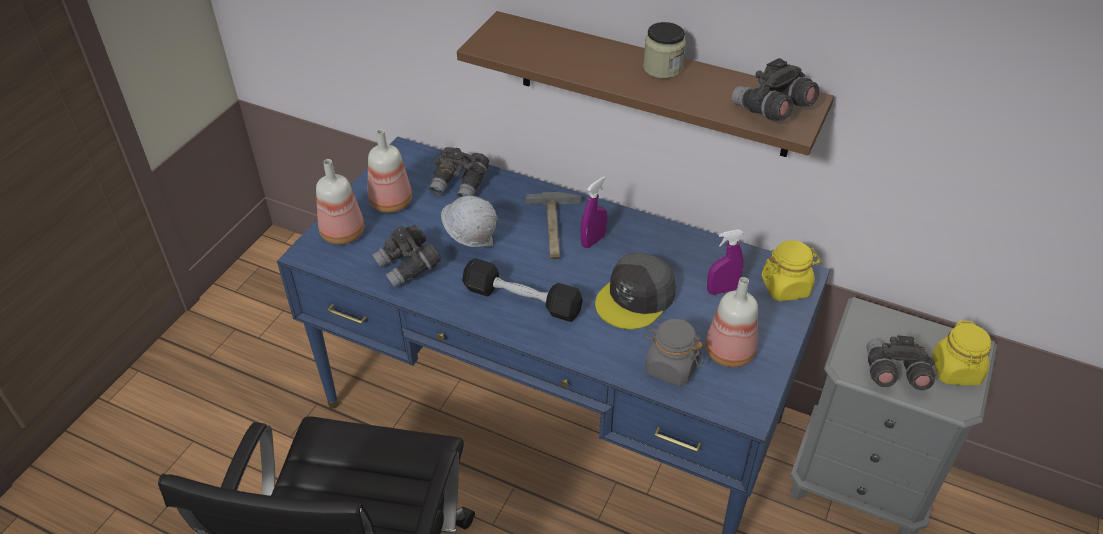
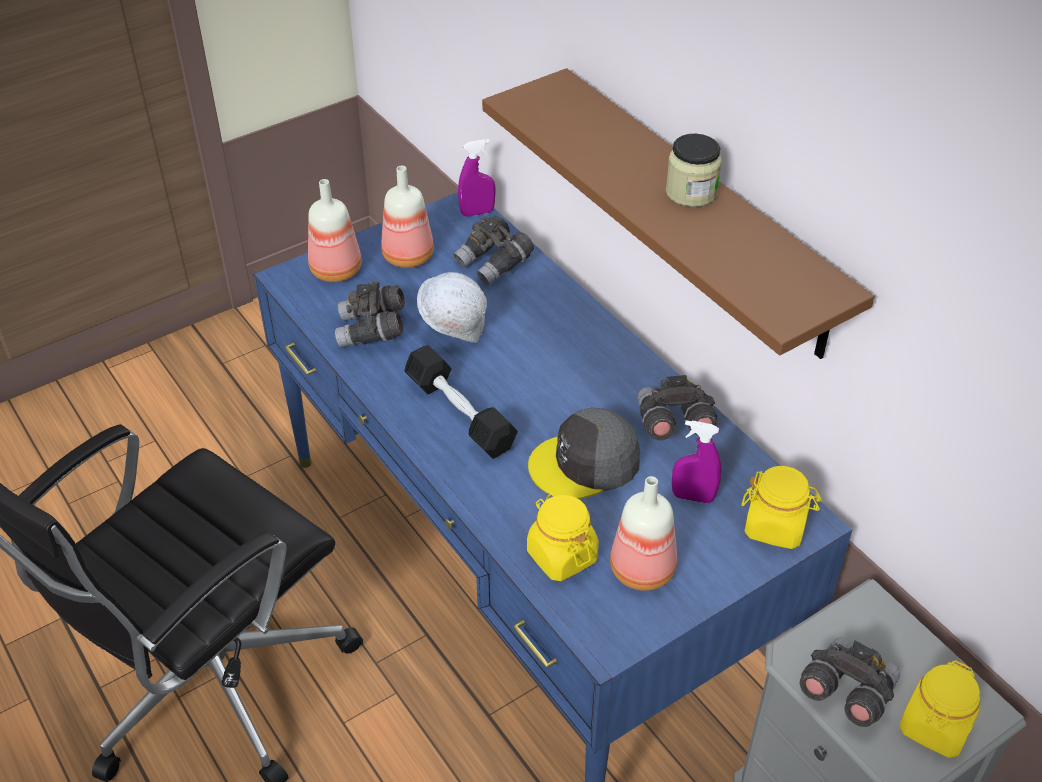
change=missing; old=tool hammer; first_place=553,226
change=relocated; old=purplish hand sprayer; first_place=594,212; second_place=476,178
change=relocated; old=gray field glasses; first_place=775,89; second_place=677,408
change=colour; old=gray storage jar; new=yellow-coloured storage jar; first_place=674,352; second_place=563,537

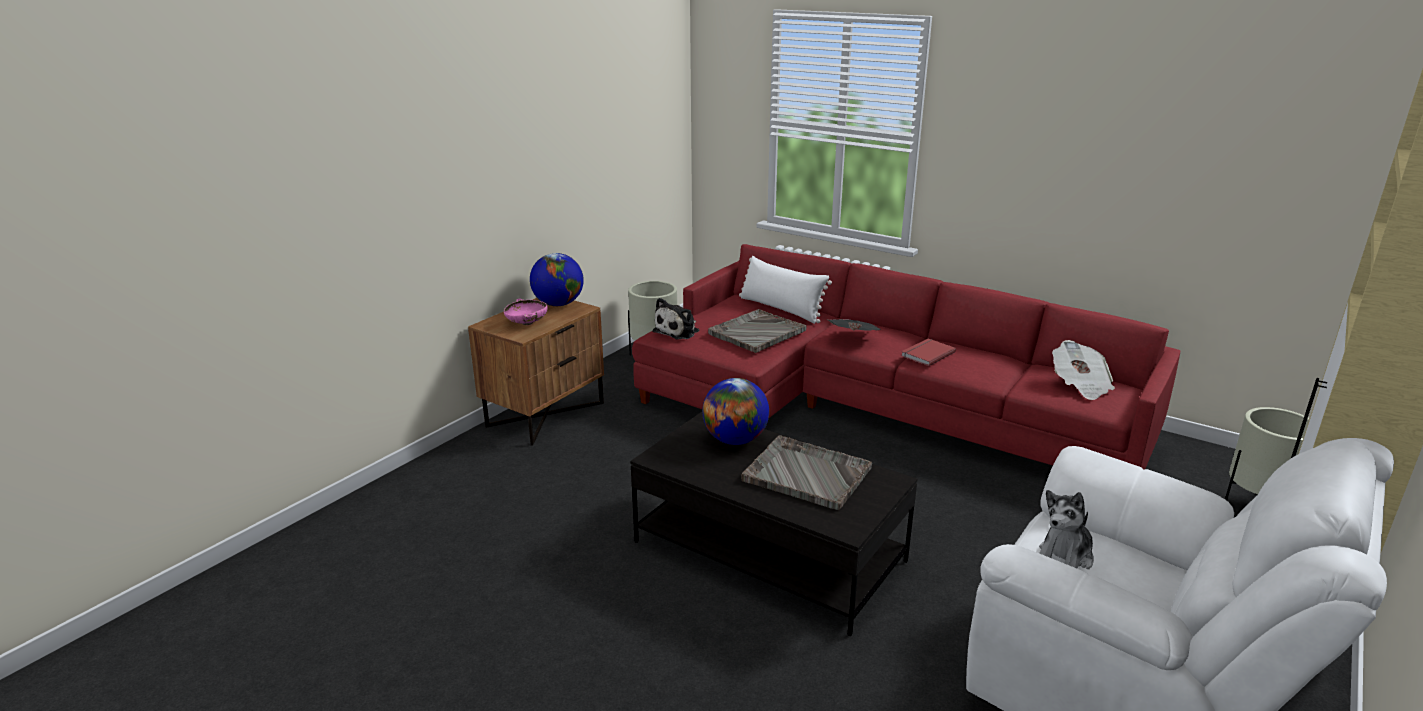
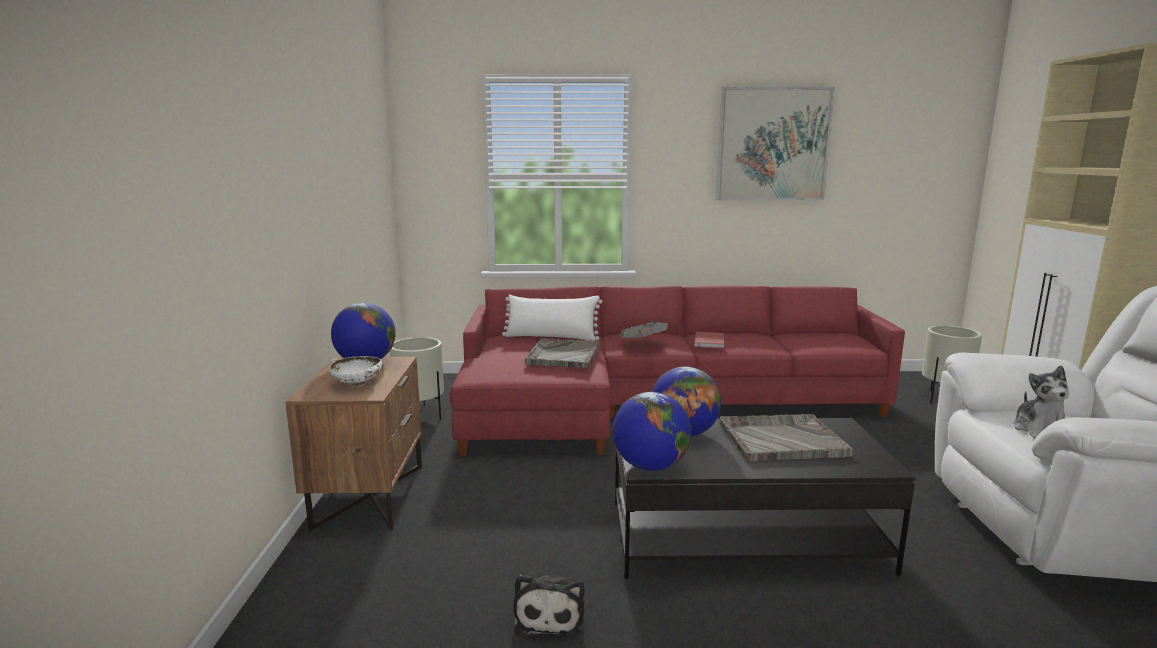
change=missing; old=newspaper; first_place=1083,370
change=appeared; new=world globe; second_place=652,431
change=appeared; new=wall picture; second_place=775,143
change=relocated; old=plush toy; first_place=676,319; second_place=549,605
change=colour; old=pink-coloured deep dish; new=whitish deep dish; first_place=526,311; second_place=356,371

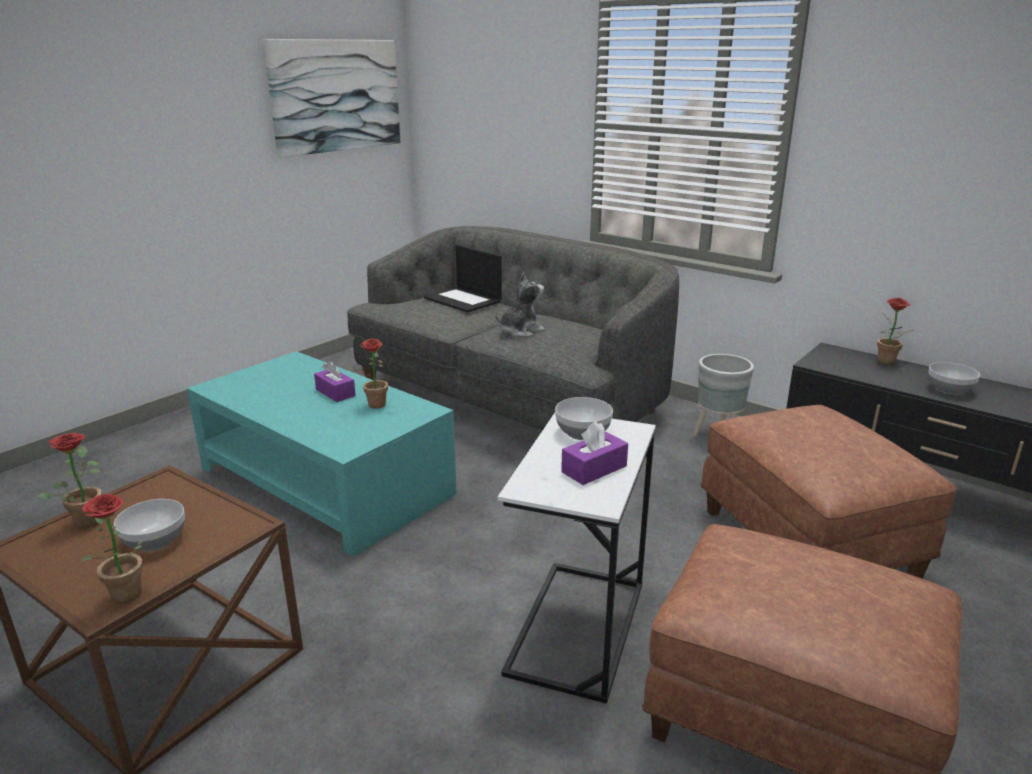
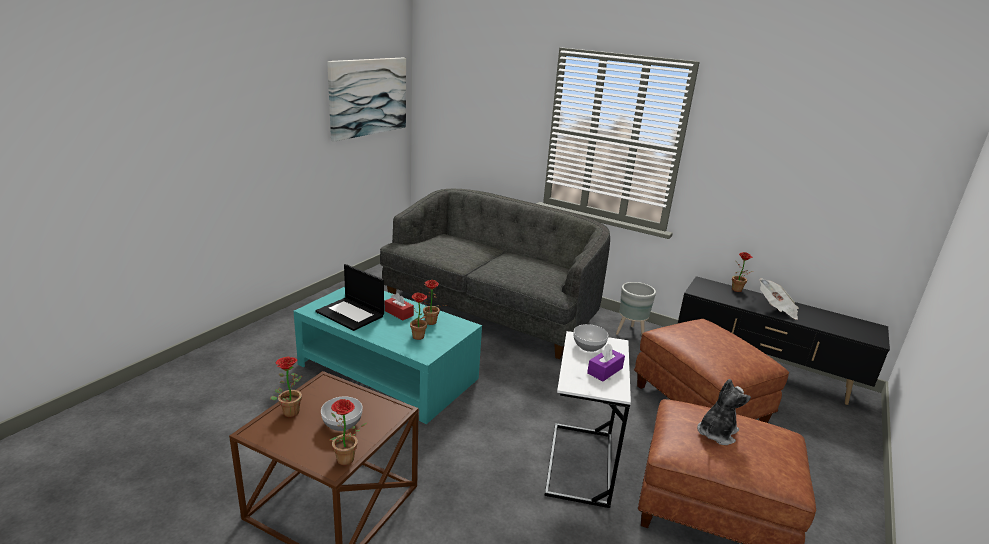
change=appeared; new=potted plant; second_place=419,316
change=relocated; old=laptop; first_place=463,279; second_place=349,297
change=relocated; old=plush toy; first_place=519,304; second_place=724,412
change=exchanged; old=deep dish; new=newspaper; first_place=954,378; second_place=779,299
change=colour; old=purplish box of tissues; new=red box of tissues; first_place=335,381; second_place=399,306

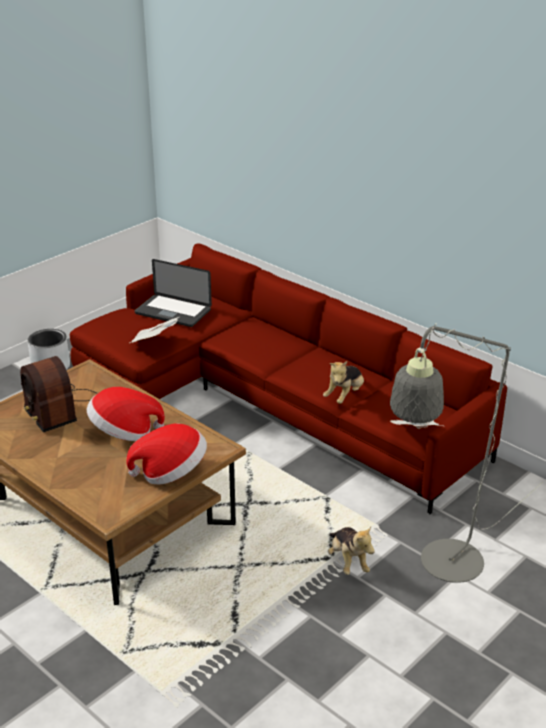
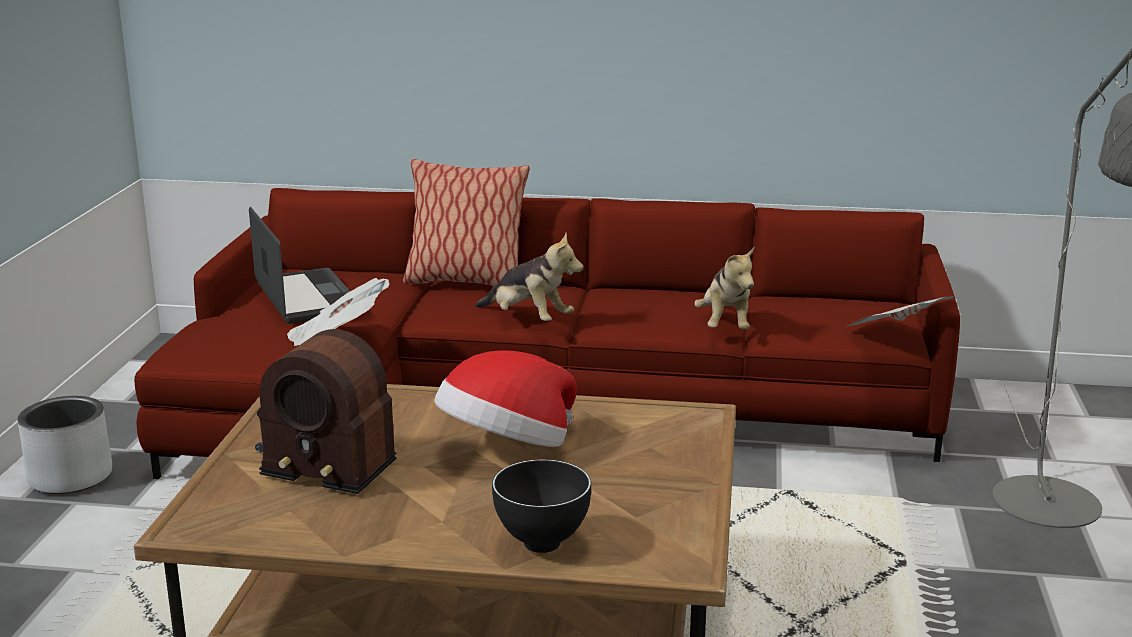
change=missing; old=clothing hat; first_place=166,453
change=appeared; new=throw pillow; second_place=466,223
change=appeared; new=black deep dish; second_place=541,506
change=relocated; old=plush toy; first_place=351,551; second_place=529,277
change=spun; old=laptop; first_place=173,293; second_place=299,265; degrees=-105

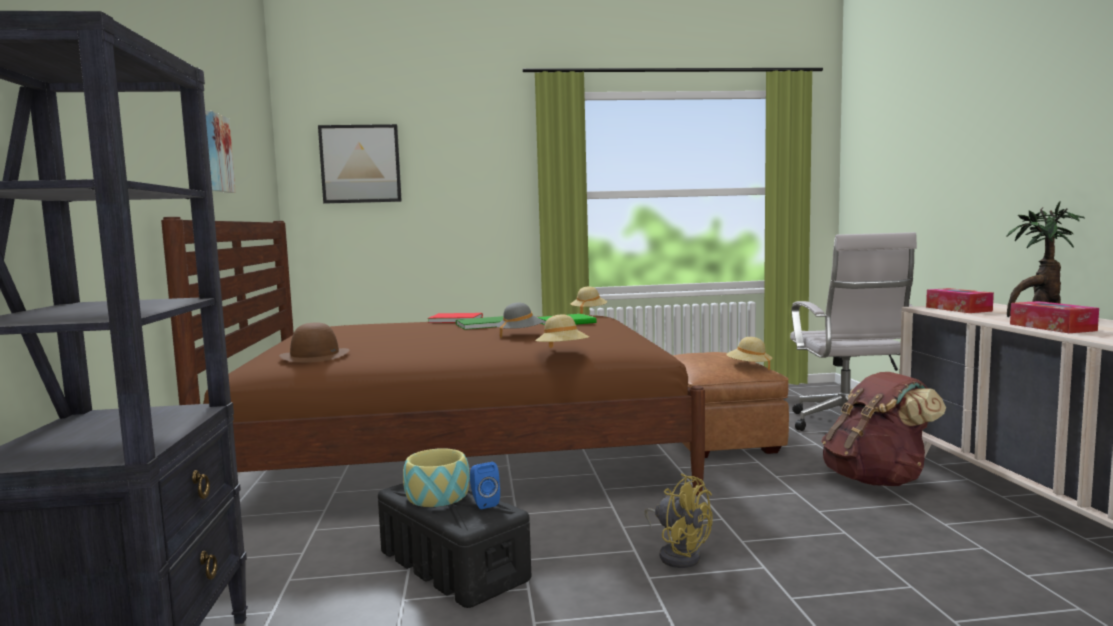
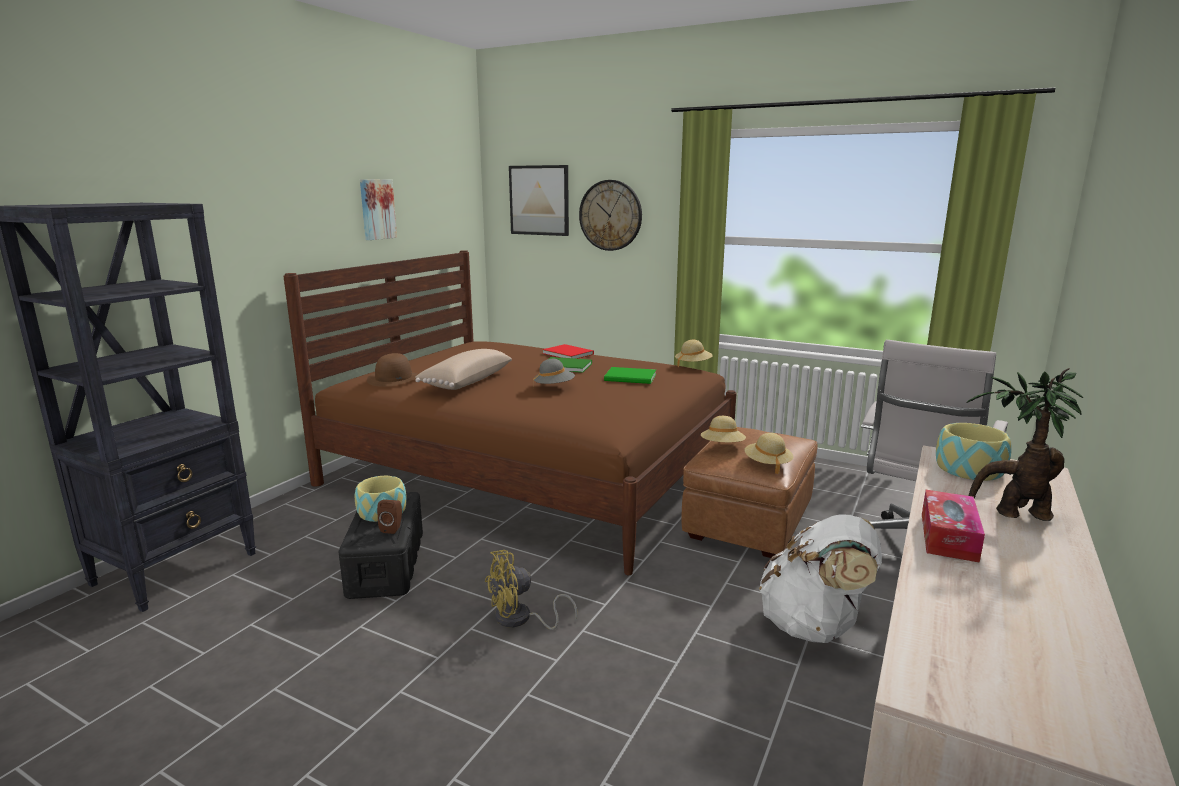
change=appeared; new=beige throw pillow; second_place=463,369
change=appeared; new=hanging clock; second_place=610,215
change=relocated; old=beige clothing hat; first_place=562,331; second_place=723,429
change=exchanged; old=box of tissues; new=deep dish; first_place=960,300; second_place=974,452
change=colour; old=blue audio speaker; new=brownish audio speaker; first_place=485,485; second_place=389,517
change=colour; old=brownish rucksack; new=whitish rucksack; first_place=883,429; second_place=820,579
change=spun; old=yellow-coloured fan; first_place=679,520; second_place=531,590; degrees=75

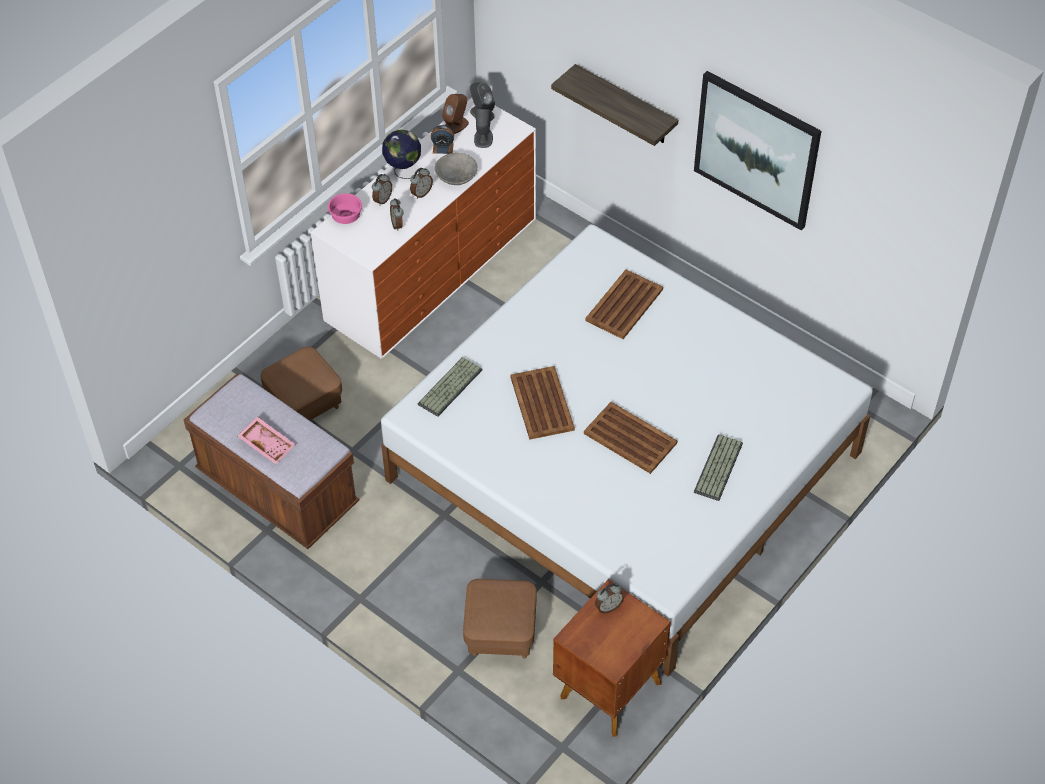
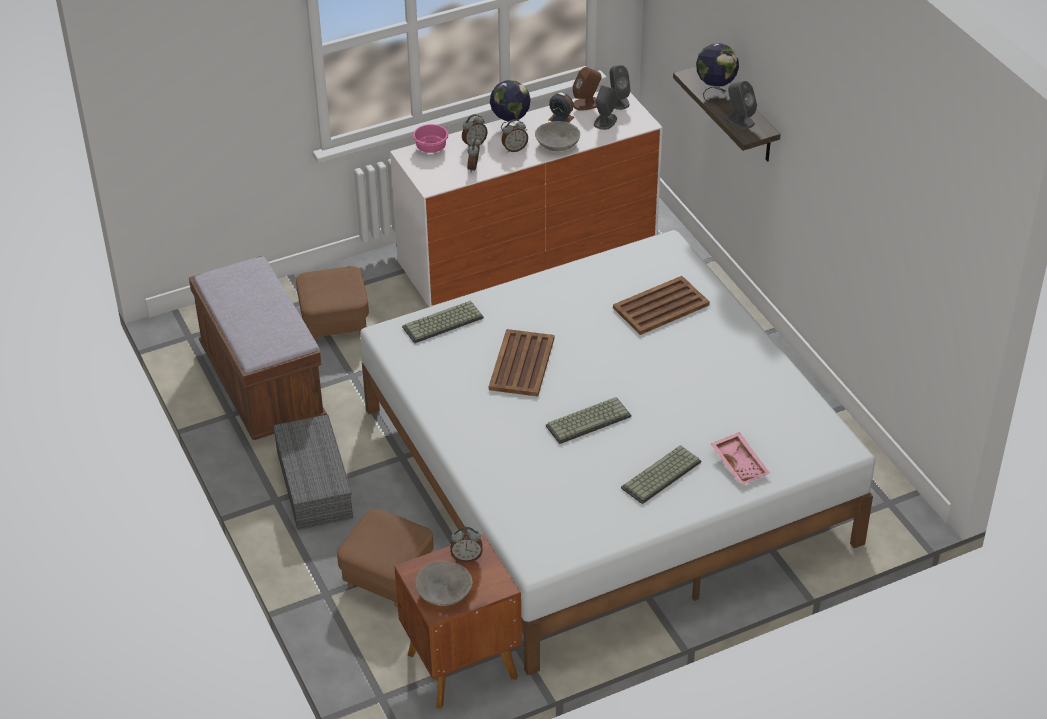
change=missing; old=wall picture; first_place=757,150
change=appeared; new=gray storage container; second_place=313,472
change=appeared; new=gray deep dish; second_place=444,583
change=appeared; new=world globe; second_place=717,73
change=appeared; new=gray audio speaker; second_place=741,105
change=relocated; old=pink-coloured tray; first_place=267,440; second_place=740,458
change=exchanged; old=brownish tray; new=computer keyboard; first_place=630,438; second_place=588,420

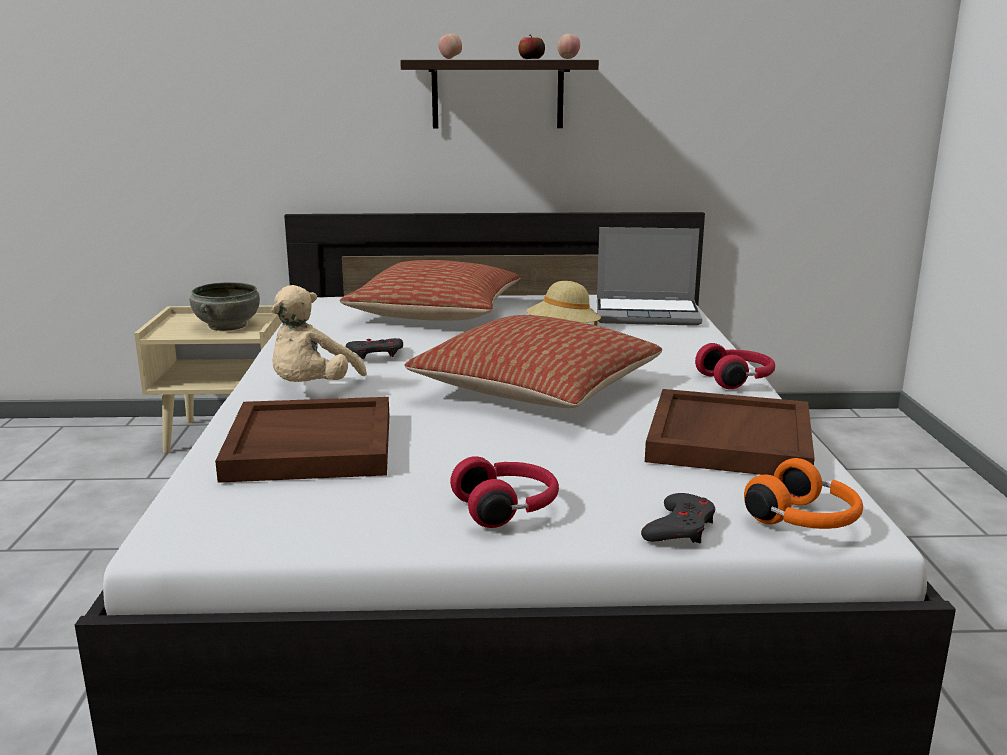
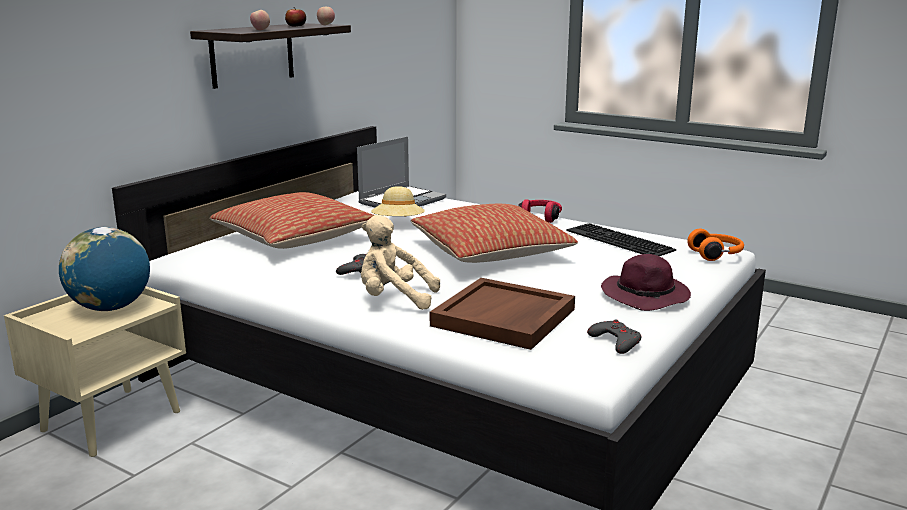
change=relocated; old=gray game controller; first_place=678,518; second_place=614,337
change=exchanged; old=gray deep dish; new=world globe; first_place=225,306; second_place=104,269
change=exchanged; old=red headset; new=purplish clothing hat; first_place=504,492; second_place=646,282
change=exchanged; old=brownish tray; new=computer keyboard; first_place=730,432; second_place=621,239
change=spun; old=beige plush toy; first_place=319,333; second_place=400,262; degrees=135

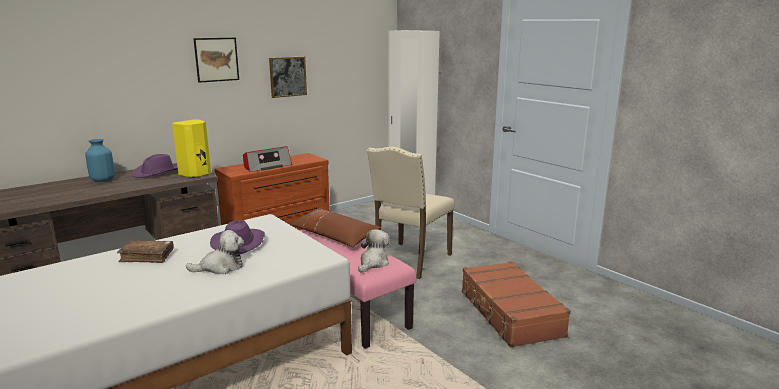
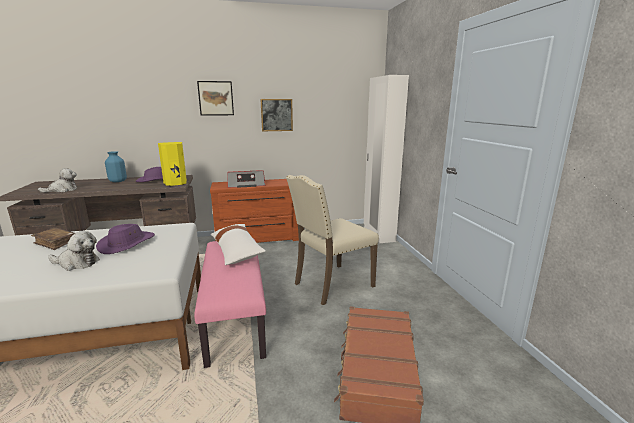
change=relocated; old=plush toy; first_place=374,251; second_place=57,180
change=colour; old=brownish throw pillow; new=whitish throw pillow; first_place=335,227; second_place=238,244

